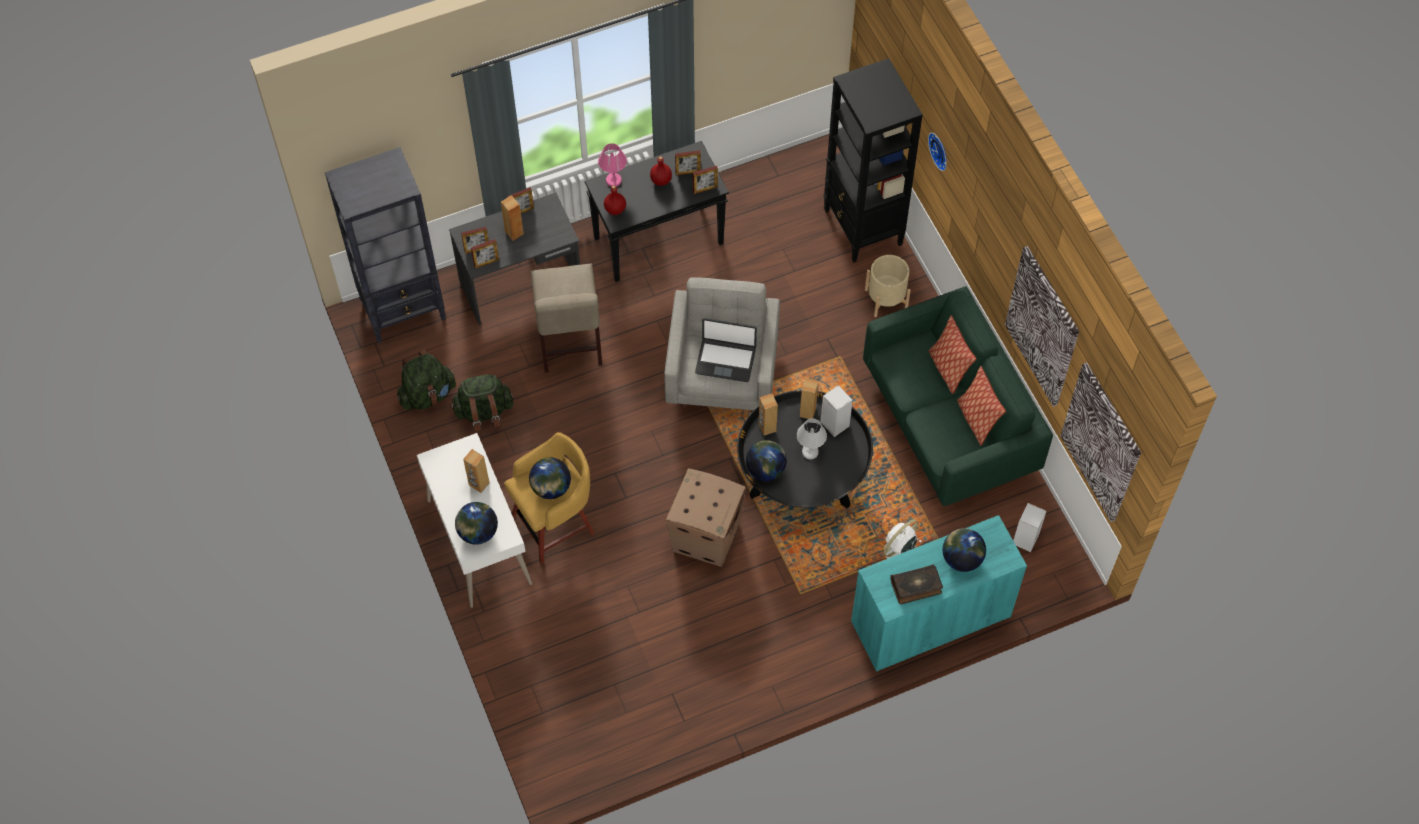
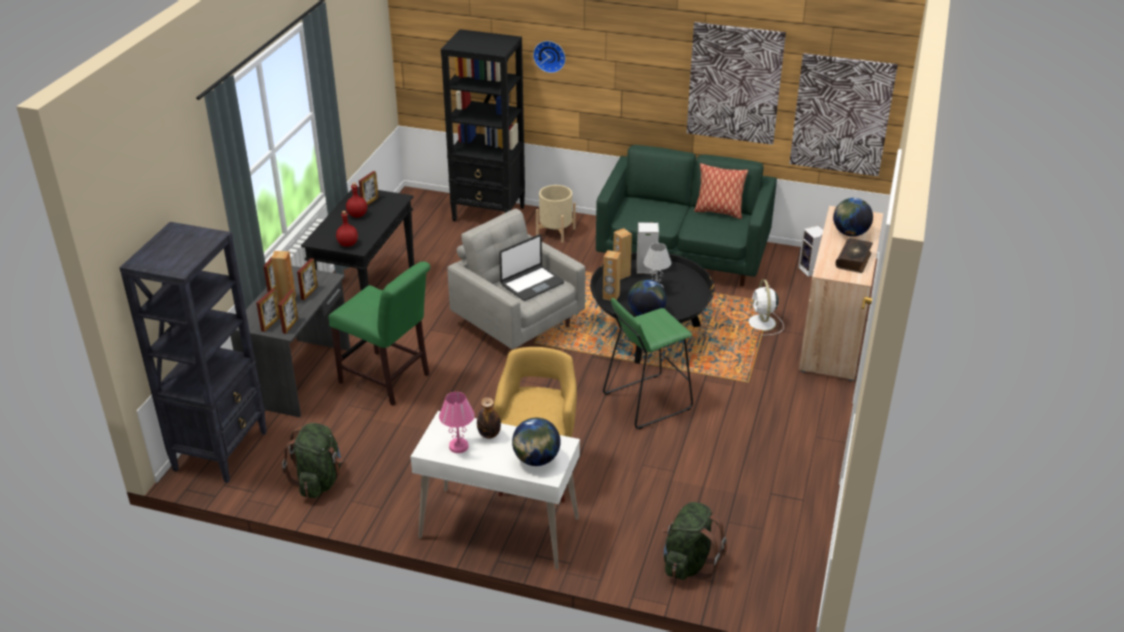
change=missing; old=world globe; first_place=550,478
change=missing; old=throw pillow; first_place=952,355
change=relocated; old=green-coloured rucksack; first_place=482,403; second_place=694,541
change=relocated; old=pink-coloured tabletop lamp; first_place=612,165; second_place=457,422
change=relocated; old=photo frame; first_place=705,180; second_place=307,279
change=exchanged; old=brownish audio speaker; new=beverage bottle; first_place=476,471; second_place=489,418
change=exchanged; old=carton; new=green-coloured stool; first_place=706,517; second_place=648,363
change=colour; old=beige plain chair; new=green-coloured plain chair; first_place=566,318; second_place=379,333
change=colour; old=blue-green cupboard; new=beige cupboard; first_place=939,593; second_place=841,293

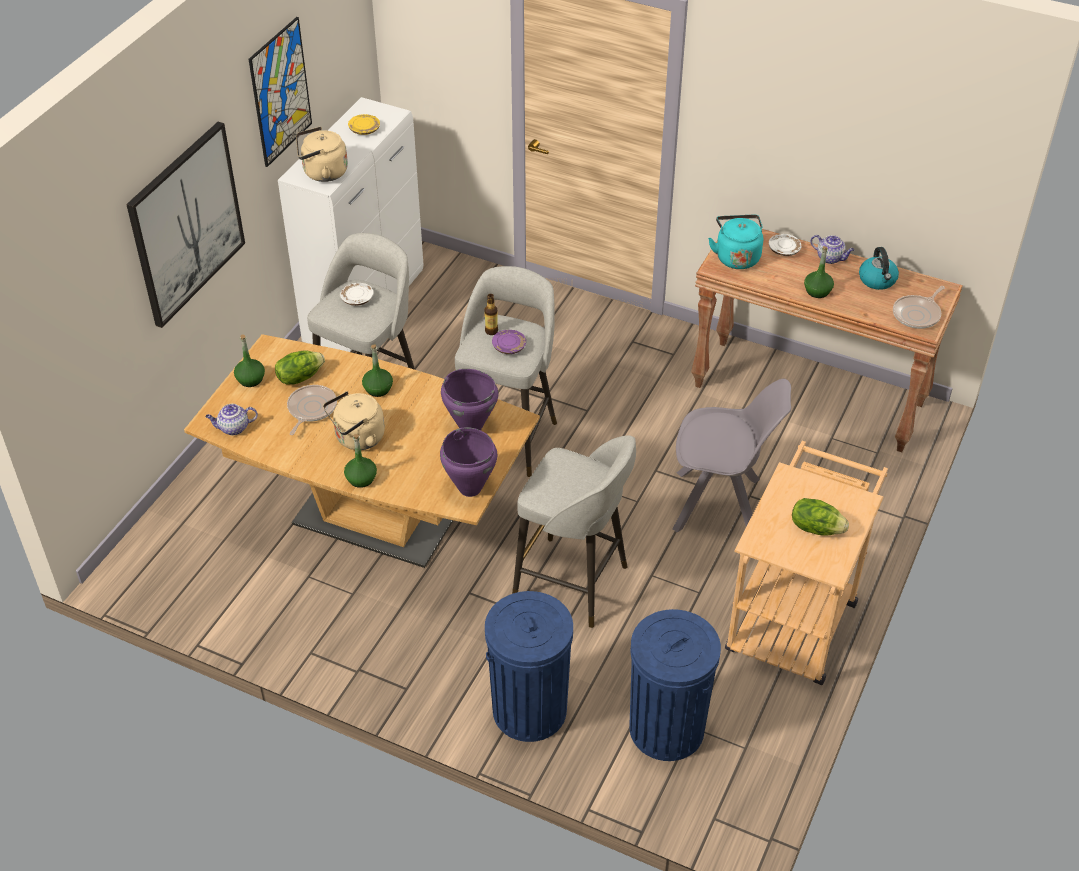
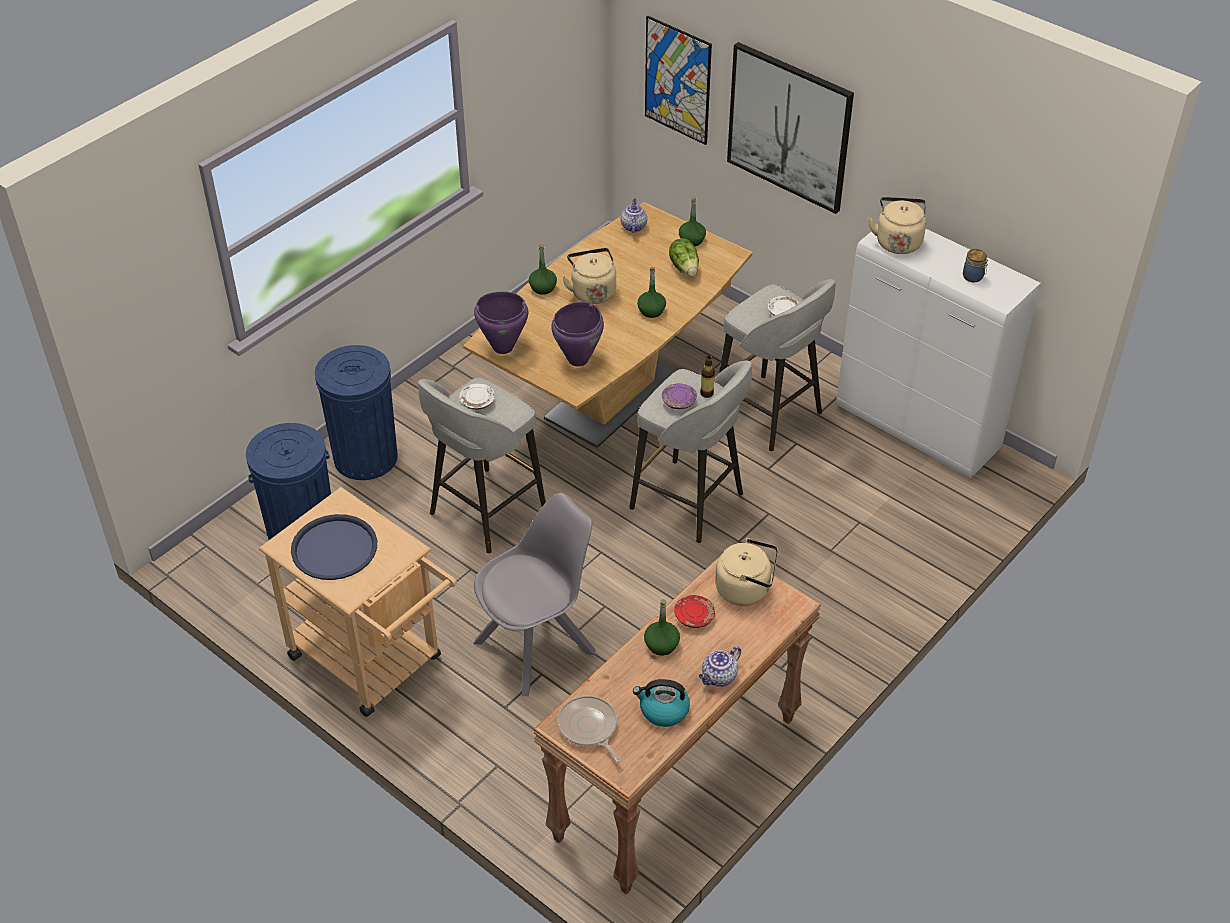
change=missing; old=pan; first_place=312,410
change=appeared; new=red dinner plate; second_place=694,611
change=relocated; old=wall picture; first_place=280,92; second_place=678,80
change=relocated; old=whitish dinner plate; first_place=785,245; second_place=477,397
change=exchanged; old=yellow-coloured dinner plate; new=storage jar; first_place=364,124; second_place=975,265
change=exchanged; old=head of lettuce; new=blue tray; first_place=820,516; second_place=334,547
change=colour; old=blue-green tea kettle; new=beige tea kettle; first_place=735,242; second_place=746,572
change=spun; old=gray plain chair; first_place=732,455; second_place=534,594; degrees=-150

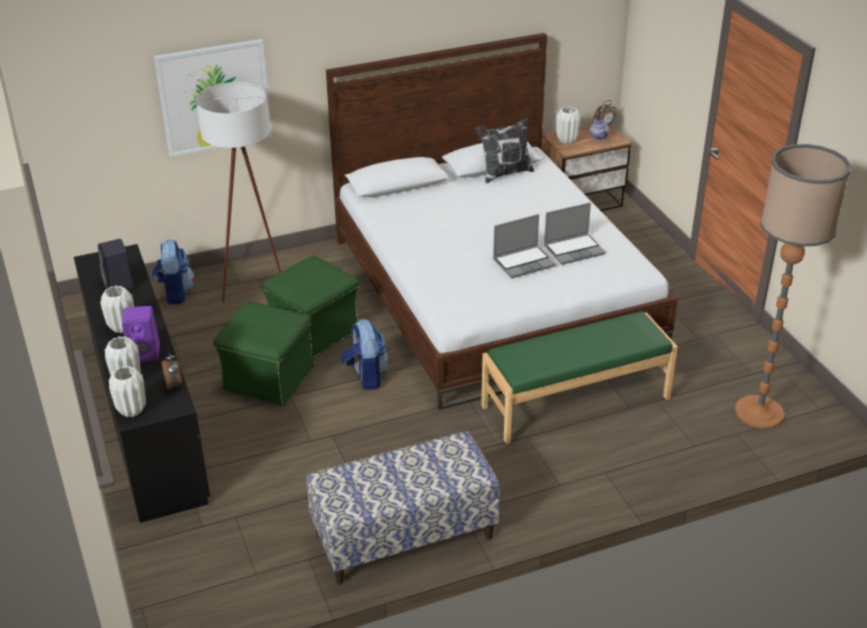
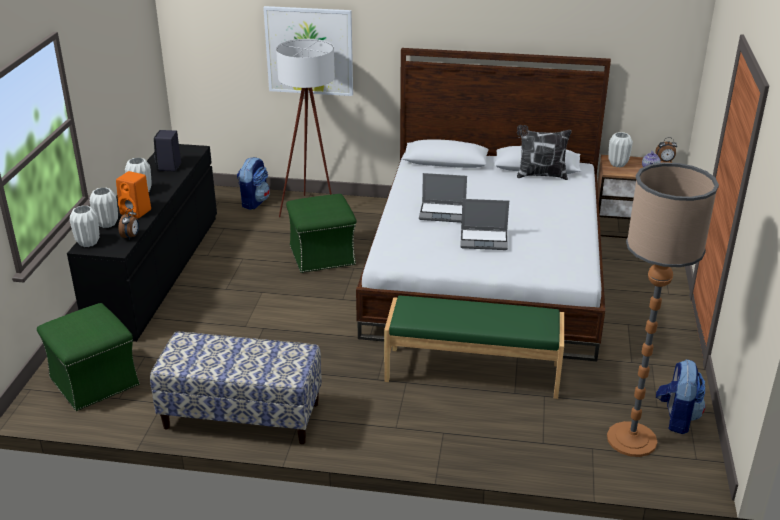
change=relocated; old=green-coloured pouffe; first_place=263,354; second_place=88,357
change=relocated; old=rucksack; first_place=365,354; second_place=681,396
change=relocated; old=laptop; first_place=575,233; second_place=443,198
change=colour; old=purplish audio speaker; new=orange-coloured audio speaker; first_place=141,334; second_place=133,194

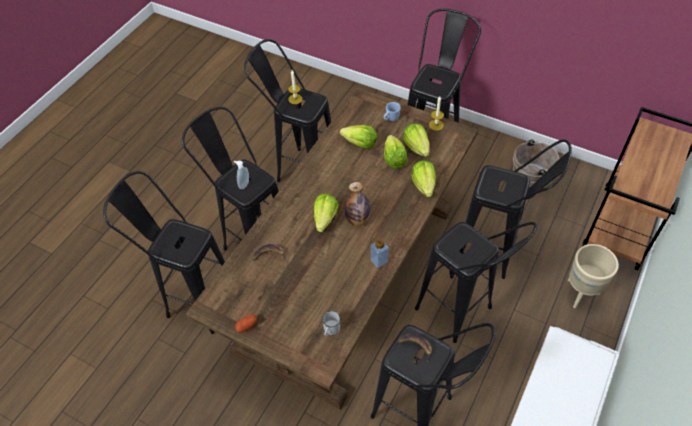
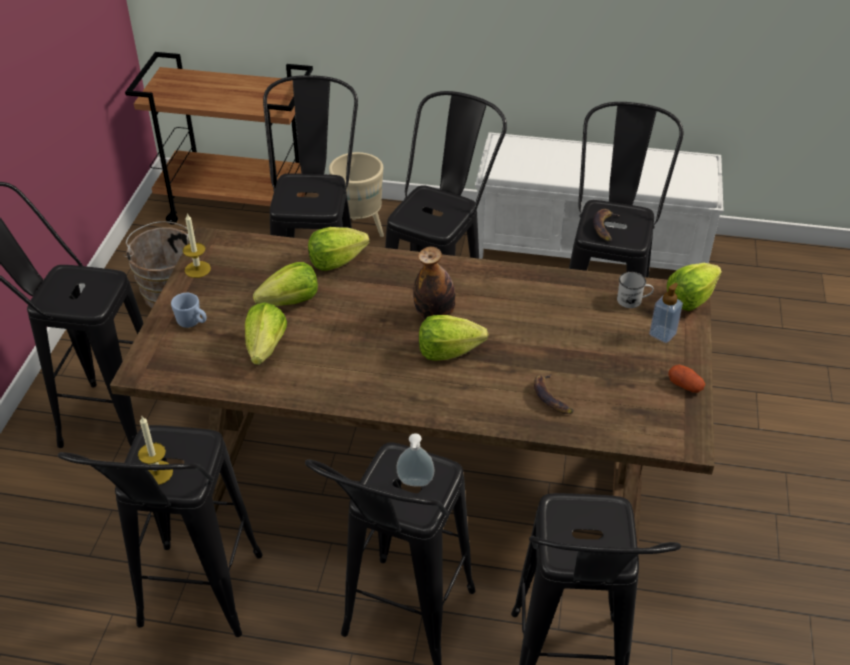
change=relocated; old=liquid soap bottle; first_place=380,252; second_place=666,313
change=relocated; old=head of lettuce; first_place=416,140; second_place=694,287

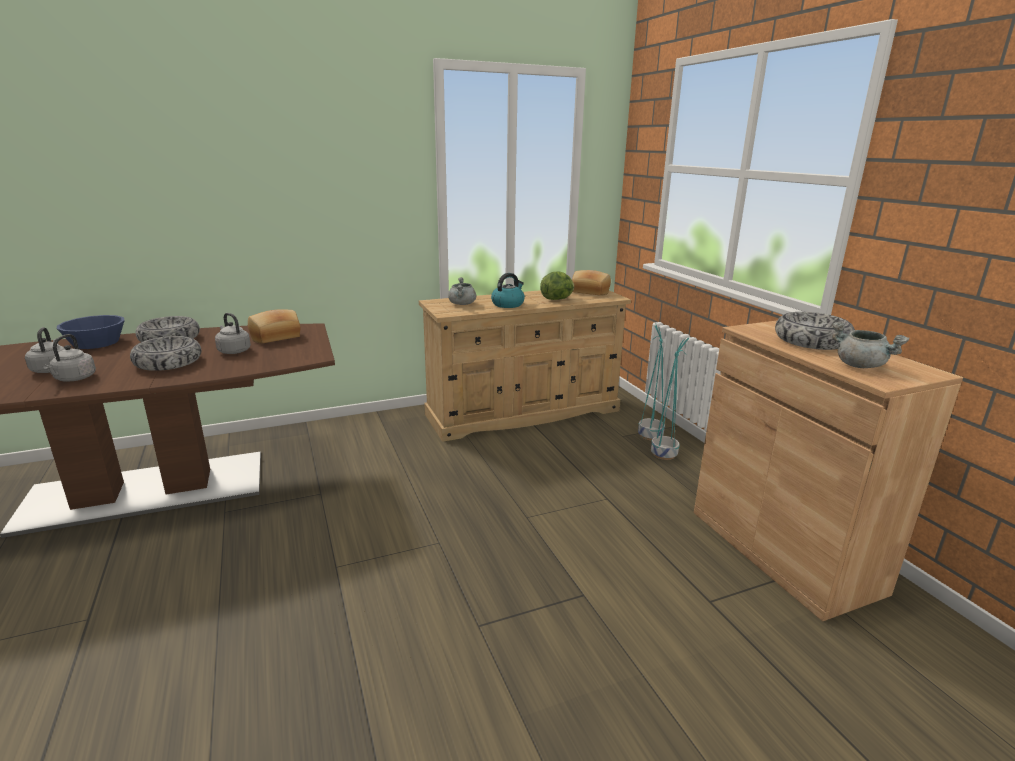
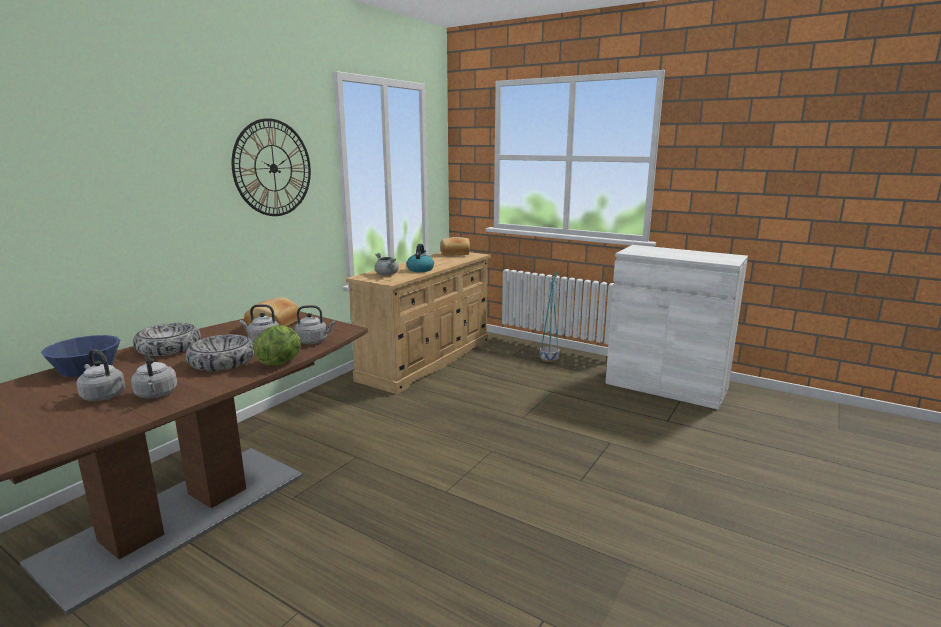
change=missing; old=blue-green planter; first_place=651,382
change=missing; old=deep dish; first_place=815,331
change=missing; old=gray cooking pot; first_place=871,345
change=appeared; new=hanging clock; second_place=271,167
change=appeared; new=gray tea kettle; second_place=314,324
change=relocated; old=head of lettuce; first_place=557,285; second_place=277,345
change=colour; old=brownish cupboard; new=whitish cupboard; first_place=828,471; second_place=676,327

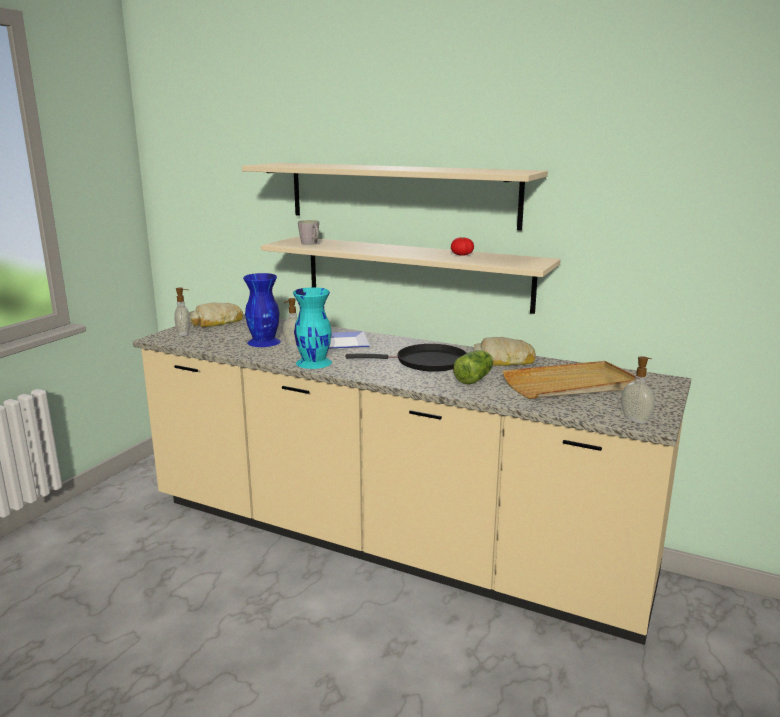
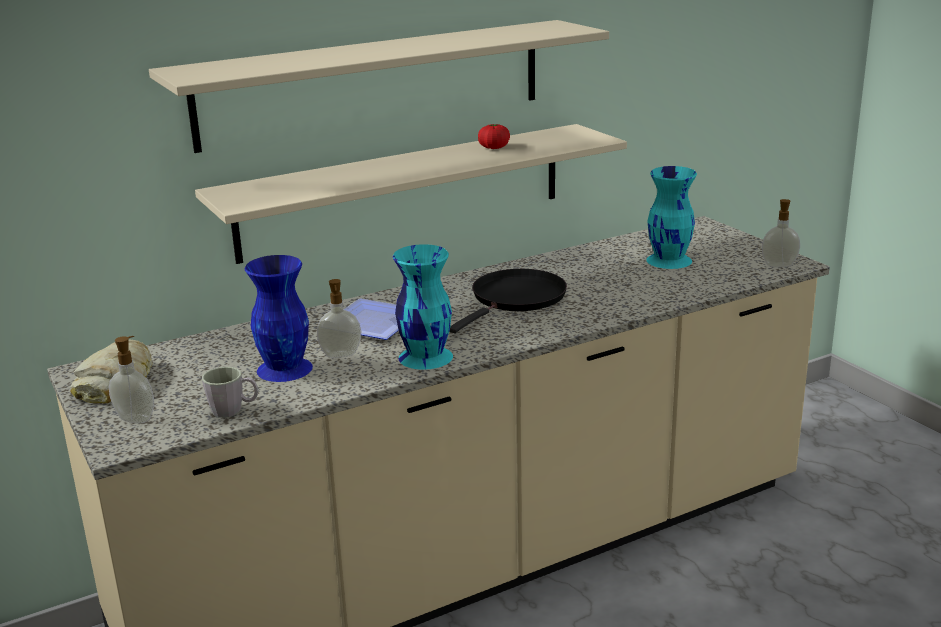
change=missing; old=head of lettuce; first_place=473,367
change=missing; old=baked bread; first_place=504,351
change=relocated; old=gray mug; first_place=308,232; second_place=230,392
change=exchanged; old=beige tray; new=blue-green vase; first_place=569,380; second_place=671,217

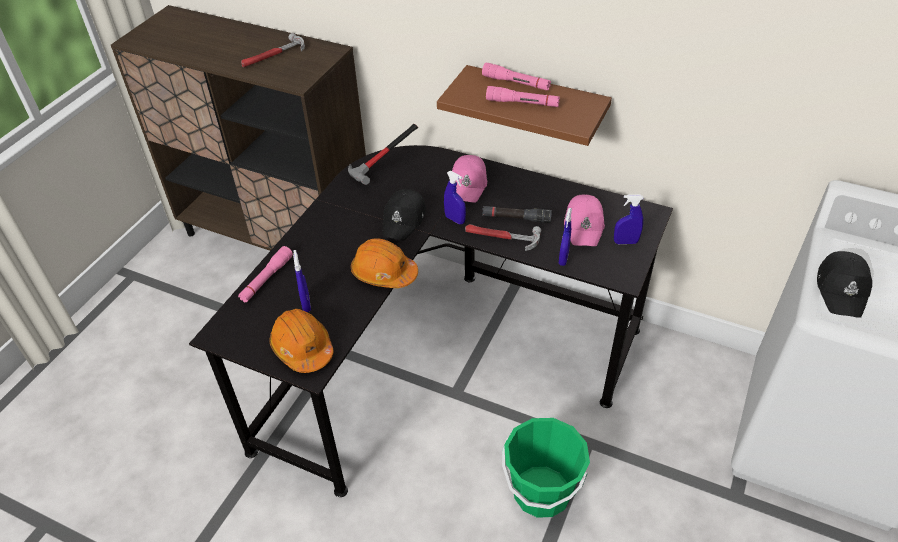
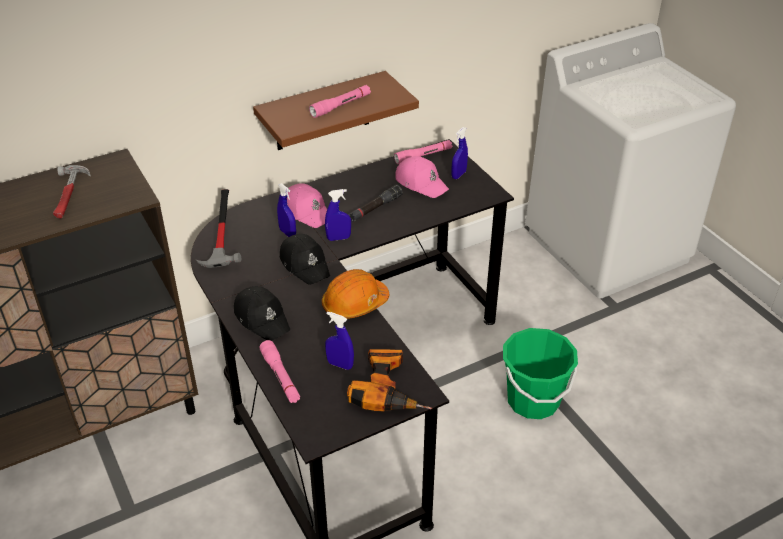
change=missing; old=tool hammer; first_place=503,237
change=relocated; old=pink-coloured hand torch; first_place=516,77; second_place=423,152
change=relocated; old=blue hand sprayer; first_place=565,237; second_place=286,210
change=relocated; old=black baseball cap; first_place=844,284; second_place=262,313
change=exchanged; old=orange-coloured work helmet; new=drill; first_place=301,341; second_place=389,380

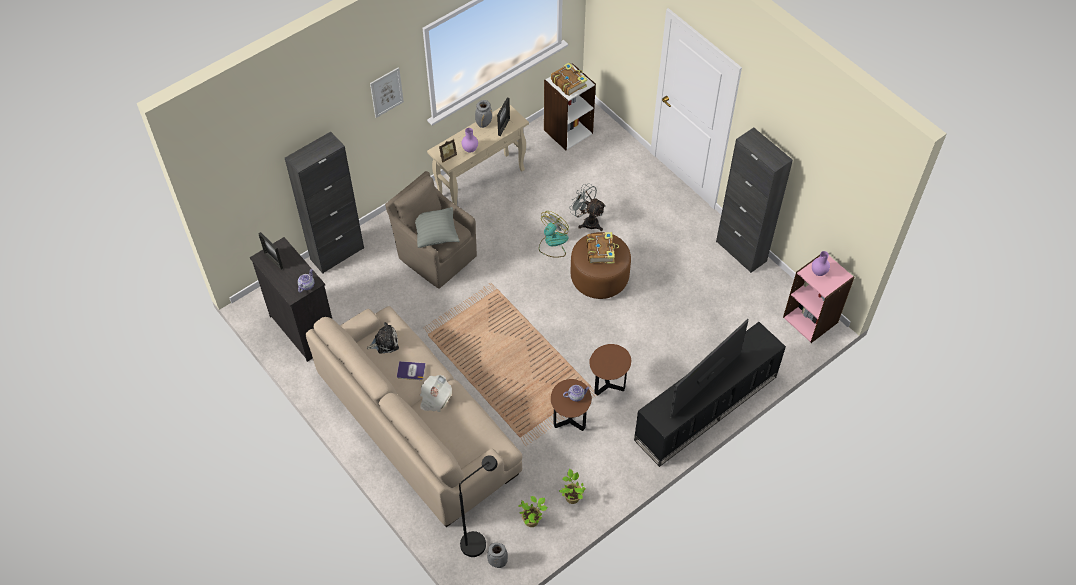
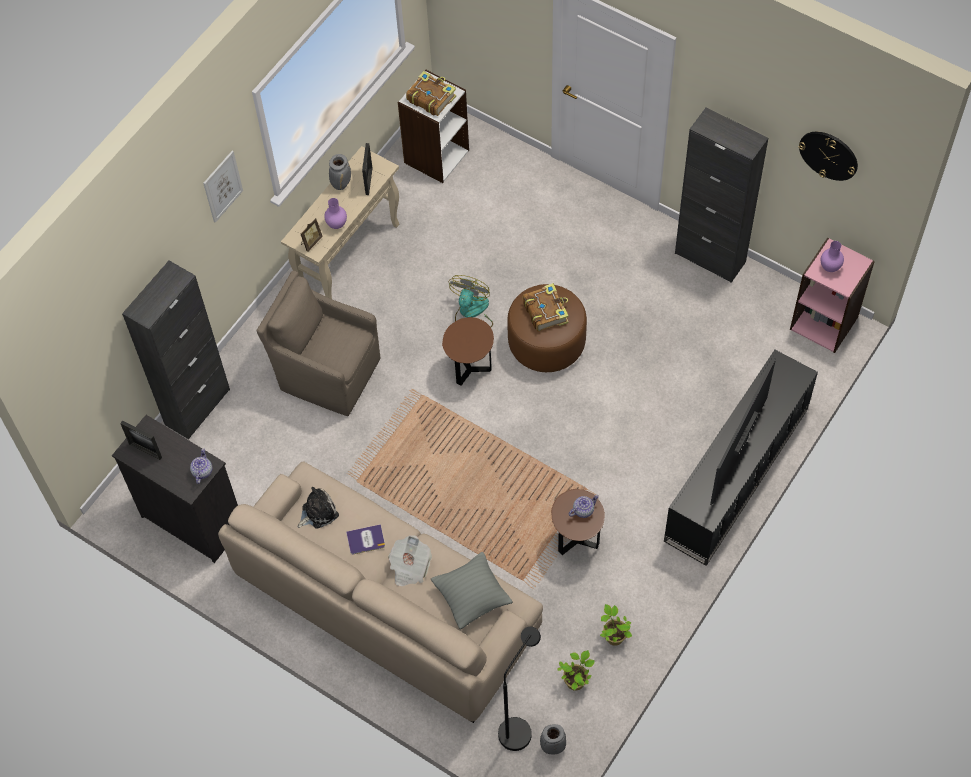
change=missing; old=gray fan; first_place=587,207
change=appeared; new=hanging clock; second_place=828,156
change=relocated; old=gray throw pillow; first_place=437,227; second_place=472,590
change=relocated; old=brownish side table; first_place=610,370; second_place=468,351

